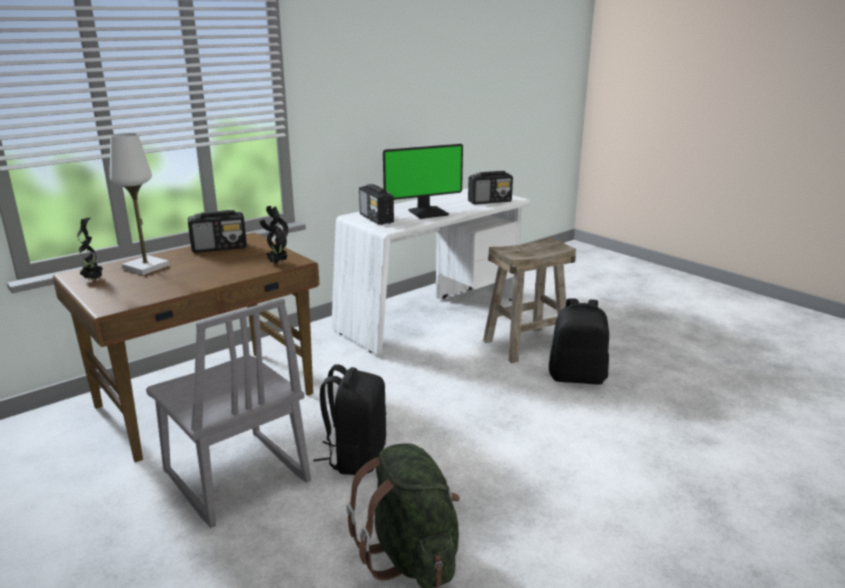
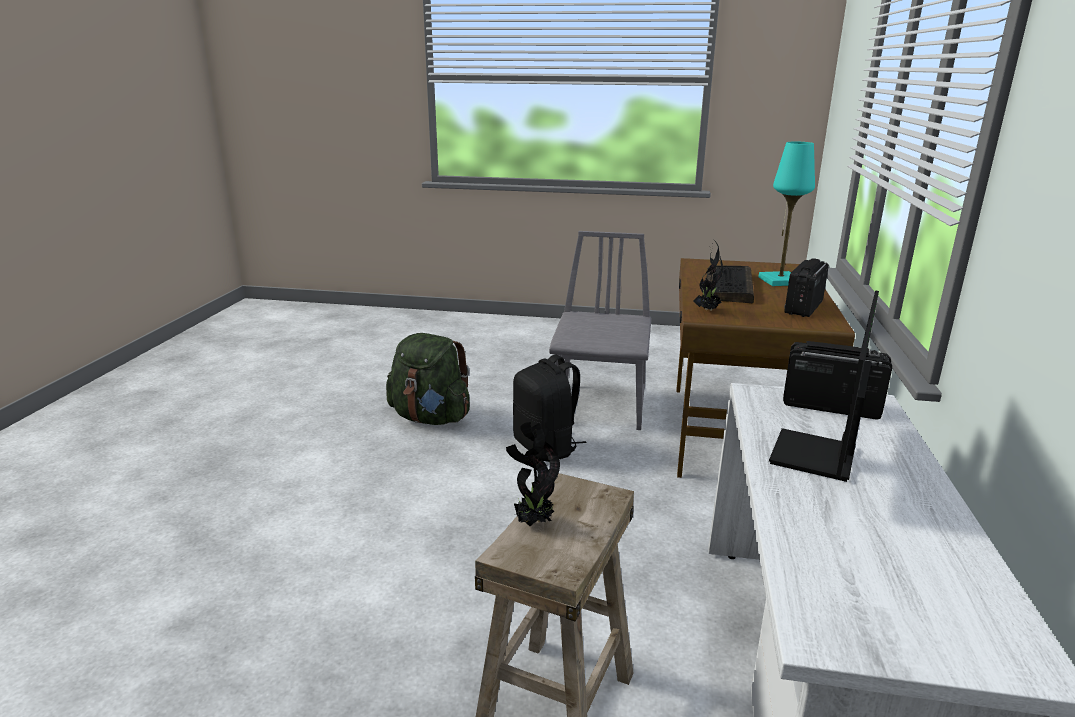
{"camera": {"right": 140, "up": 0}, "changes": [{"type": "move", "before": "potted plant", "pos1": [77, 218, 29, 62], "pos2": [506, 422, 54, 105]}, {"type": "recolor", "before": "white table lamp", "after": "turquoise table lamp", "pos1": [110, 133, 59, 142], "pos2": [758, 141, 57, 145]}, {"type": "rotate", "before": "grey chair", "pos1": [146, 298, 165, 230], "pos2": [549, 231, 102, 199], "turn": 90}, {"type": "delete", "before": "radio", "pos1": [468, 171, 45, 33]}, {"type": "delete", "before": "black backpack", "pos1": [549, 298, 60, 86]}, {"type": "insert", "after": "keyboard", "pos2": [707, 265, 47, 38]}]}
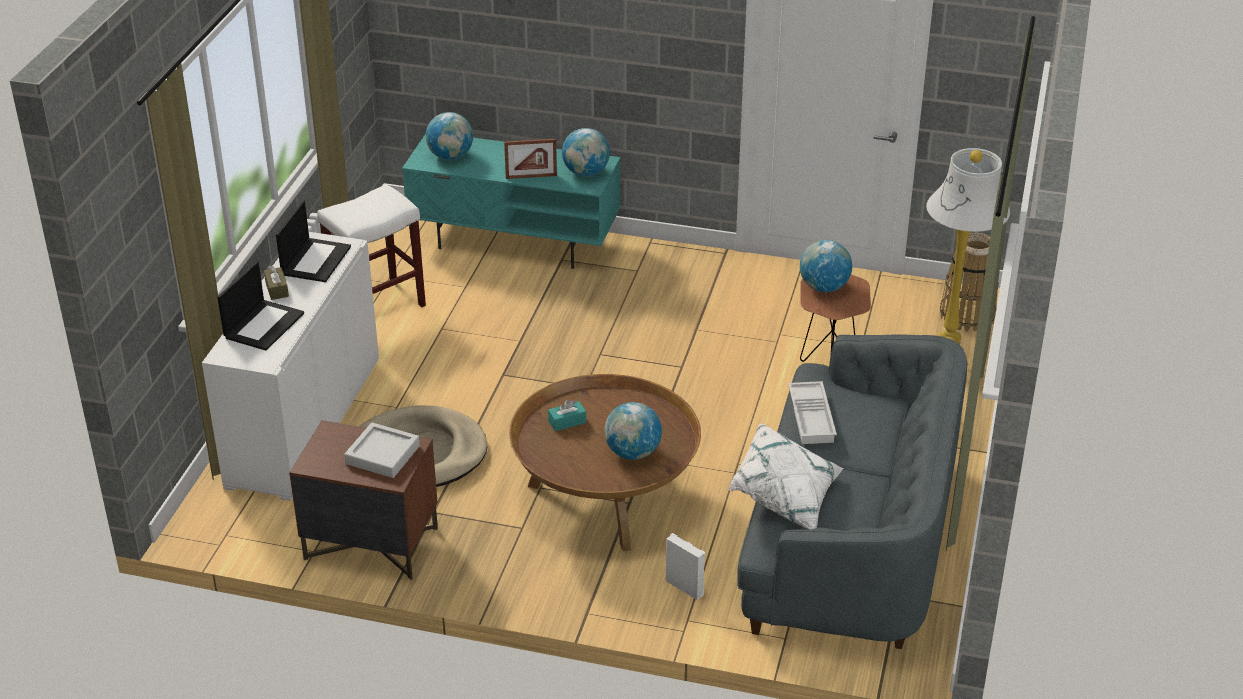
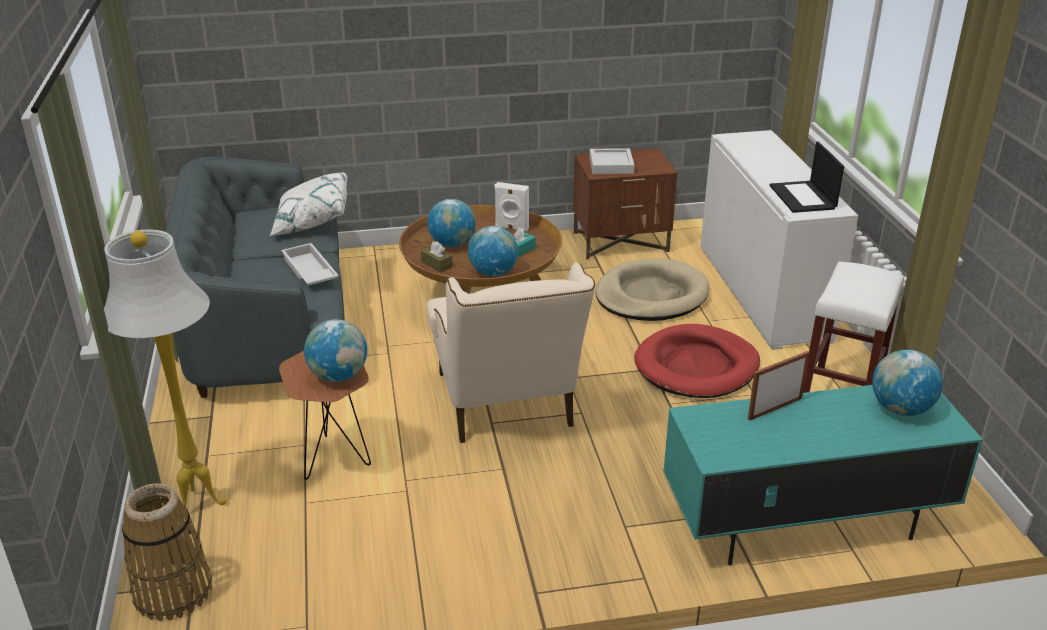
{"camera": {"right": 155, "up": -5}, "changes": [{"type": "delete", "before": "laptop", "pos1": [217, 261, 87, 90]}, {"type": "move", "before": "brown tissue box", "pos1": [264, 266, 25, 34], "pos2": [421, 241, 32, 32]}, {"type": "move", "before": "globe", "pos1": [562, 128, 48, 48], "pos2": [468, 226, 50, 51]}, {"type": "move", "before": "white speaker", "pos1": [666, 533, 39, 67], "pos2": [495, 182, 34, 49]}, {"type": "insert", "after": "beige armchair", "pos2": [427, 263, 168, 180]}, {"type": "insert", "after": "red dog bed", "pos2": [634, 324, 126, 74]}]}
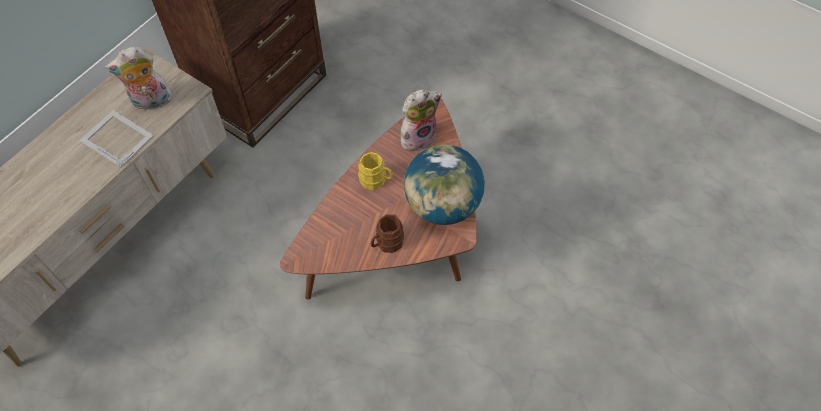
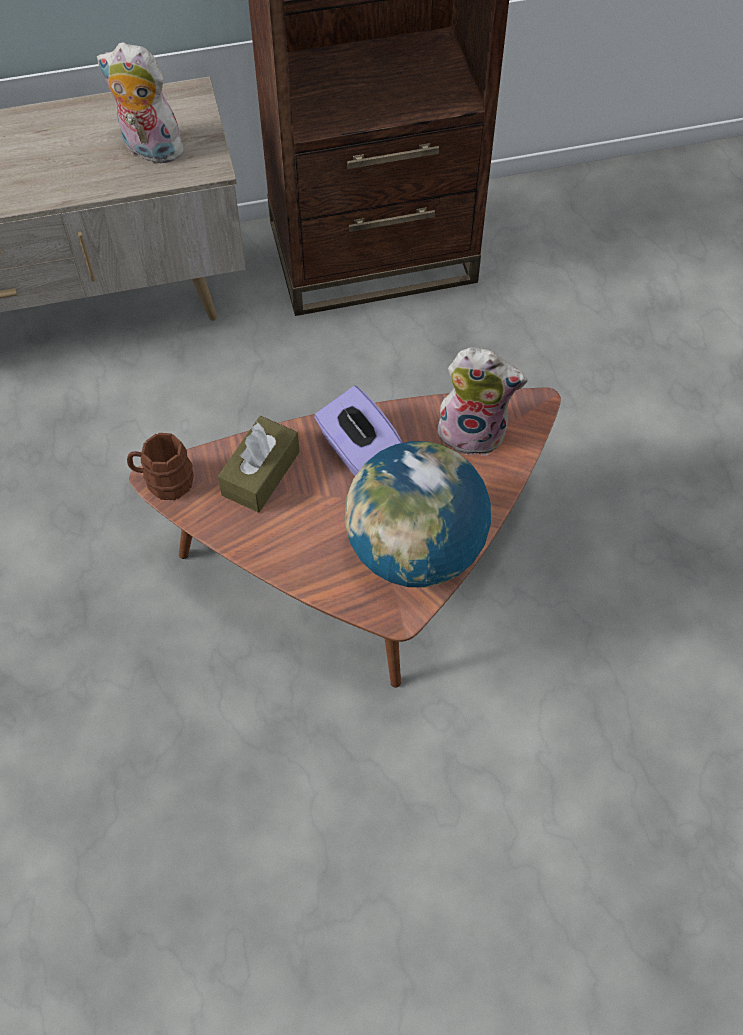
{"camera": {"right": 40, "up": 0}, "changes": [{"type": "delete", "before": "picture frame", "pos1": [80, 110, 74, 58]}, {"type": "replace", "before": "yellow mug", "after": "purple tissue box", "pos1": [358, 152, 35, 38], "pos2": [314, 386, 89, 90]}, {"type": "move", "before": "brown mug", "pos1": [371, 214, 33, 39], "pos2": [127, 433, 67, 67]}, {"type": "insert", "after": "brown tissue box", "pos2": [218, 416, 82, 97]}]}
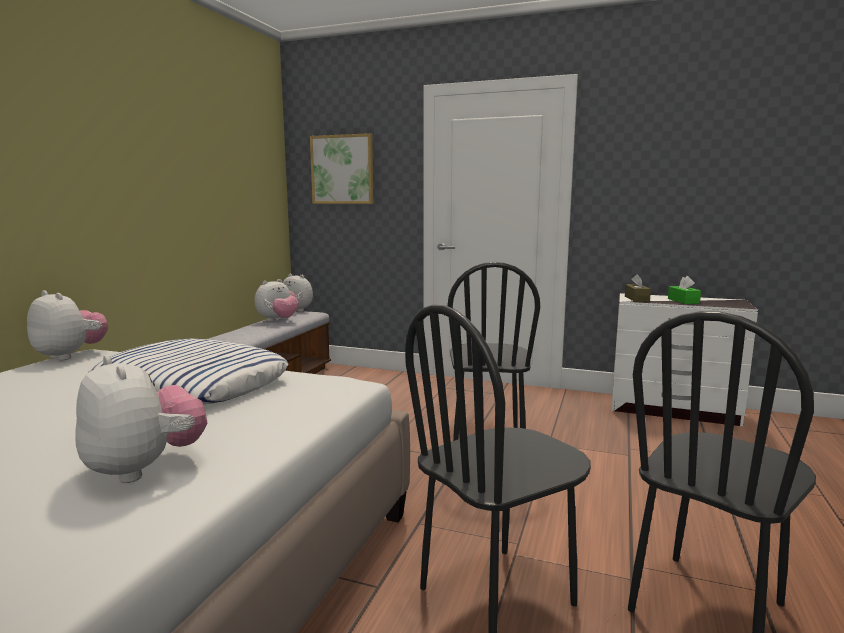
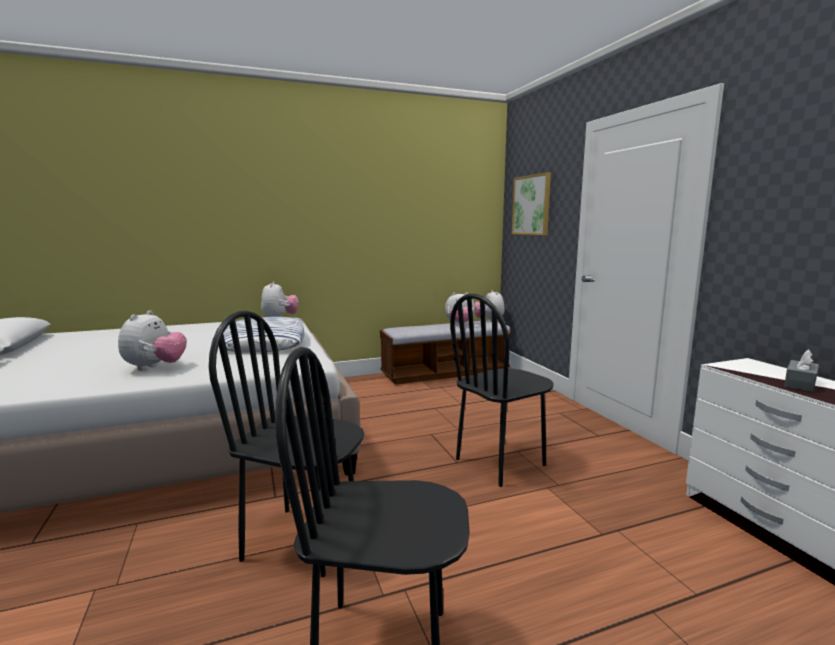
{"camera": {"right": 50, "up": 0}, "changes": [{"type": "delete", "before": "brown tissue box", "pos1": [625, 274, 26, 28]}, {"type": "recolor", "before": "green tissue box", "after": "grey tissue box", "pos1": [668, 276, 33, 28], "pos2": [784, 349, 35, 43]}]}
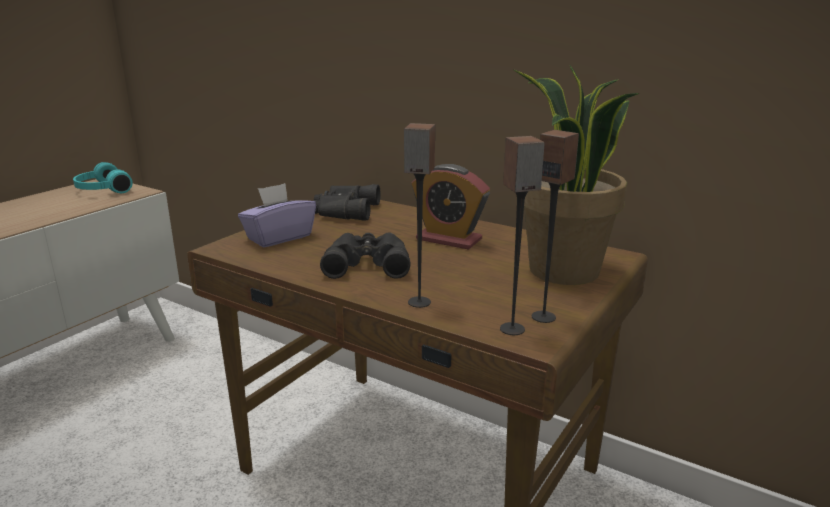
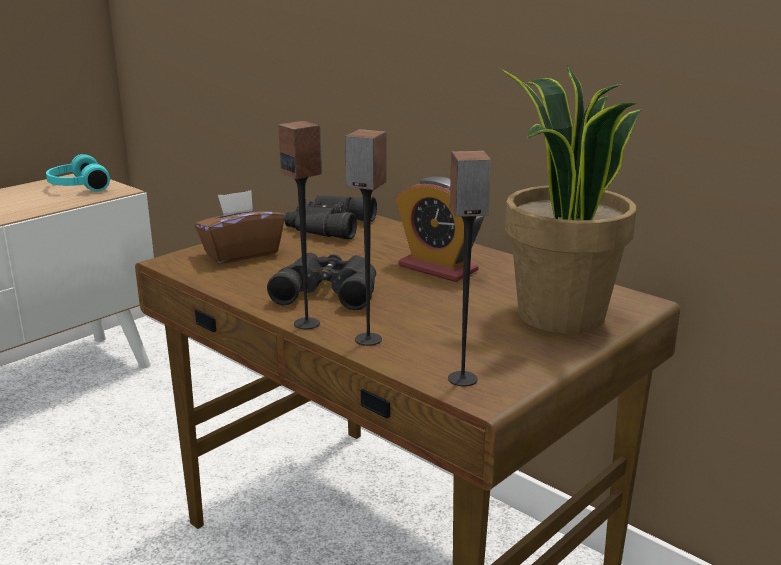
{"camera": {"right": 10, "up": 0}, "changes": [{"type": "recolor", "before": "purple tissue box", "after": "brown tissue box", "pos1": [238, 183, 78, 64], "pos2": [195, 190, 90, 74]}, {"type": "move", "before": "speaker", "pos1": [532, 130, 47, 193], "pos2": [278, 121, 44, 208]}]}
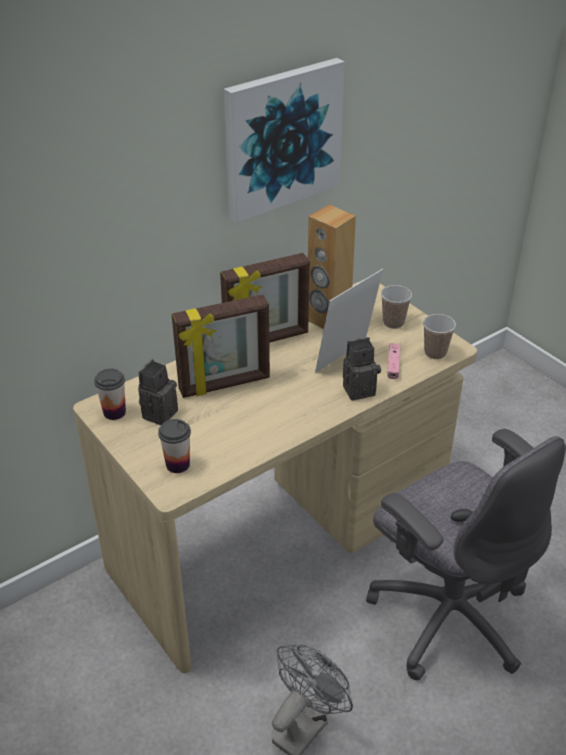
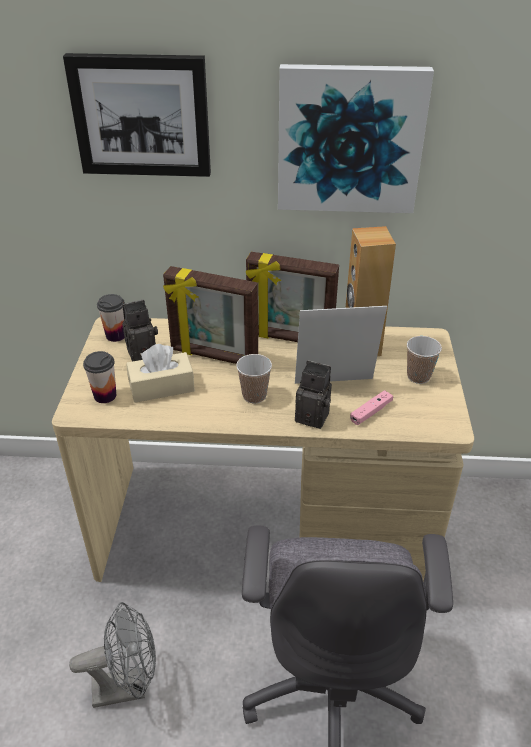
{"camera": {"right": 40, "up": 0}, "changes": [{"type": "move", "before": "cup", "pos1": [423, 314, 33, 45], "pos2": [236, 354, 36, 49]}, {"type": "insert", "after": "picture", "pos2": [63, 53, 148, 124]}, {"type": "insert", "after": "beige tissue box", "pos2": [126, 344, 69, 59]}]}
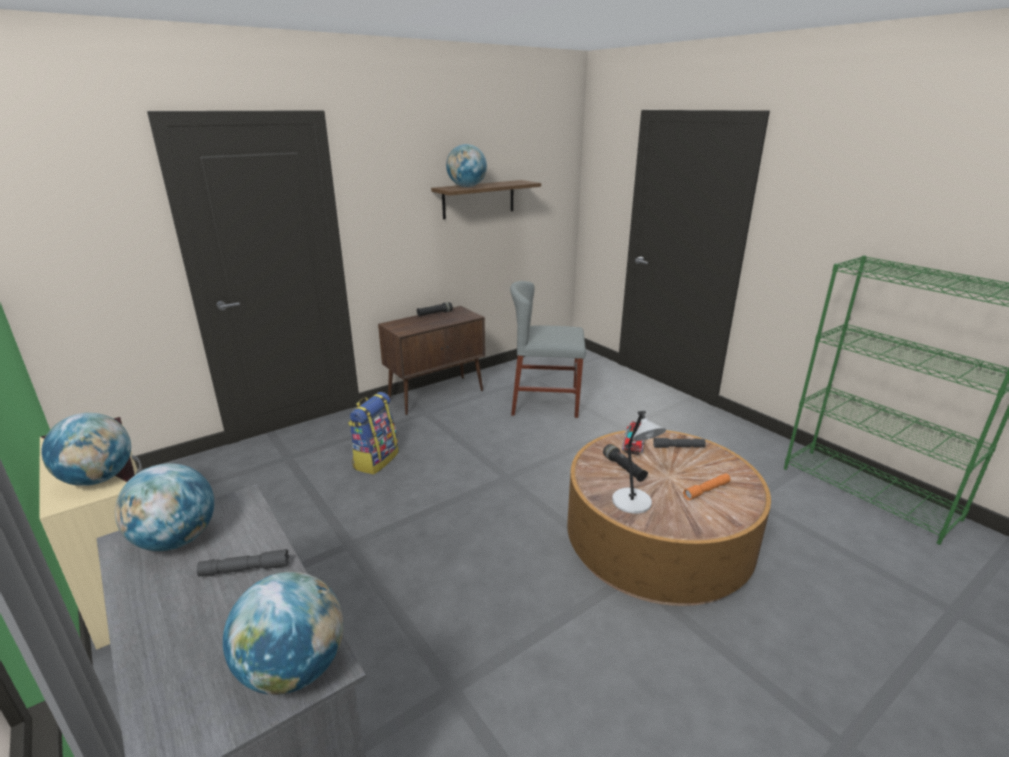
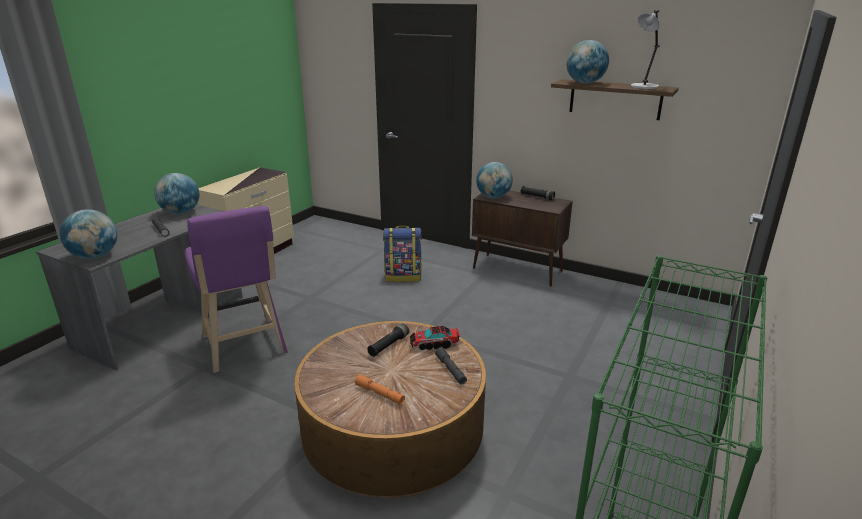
{"camera": {"right": 65, "up": 0}, "changes": [{"type": "move", "before": "globe", "pos1": [42, 413, 89, 73], "pos2": [476, 162, 37, 36]}, {"type": "delete", "before": "grey chair", "pos1": [510, 281, 76, 137]}, {"type": "move", "before": "grey table lamp", "pos1": [612, 411, 54, 103], "pos2": [631, 10, 29, 79]}, {"type": "insert", "after": "purple stool", "pos2": [185, 206, 103, 167]}]}
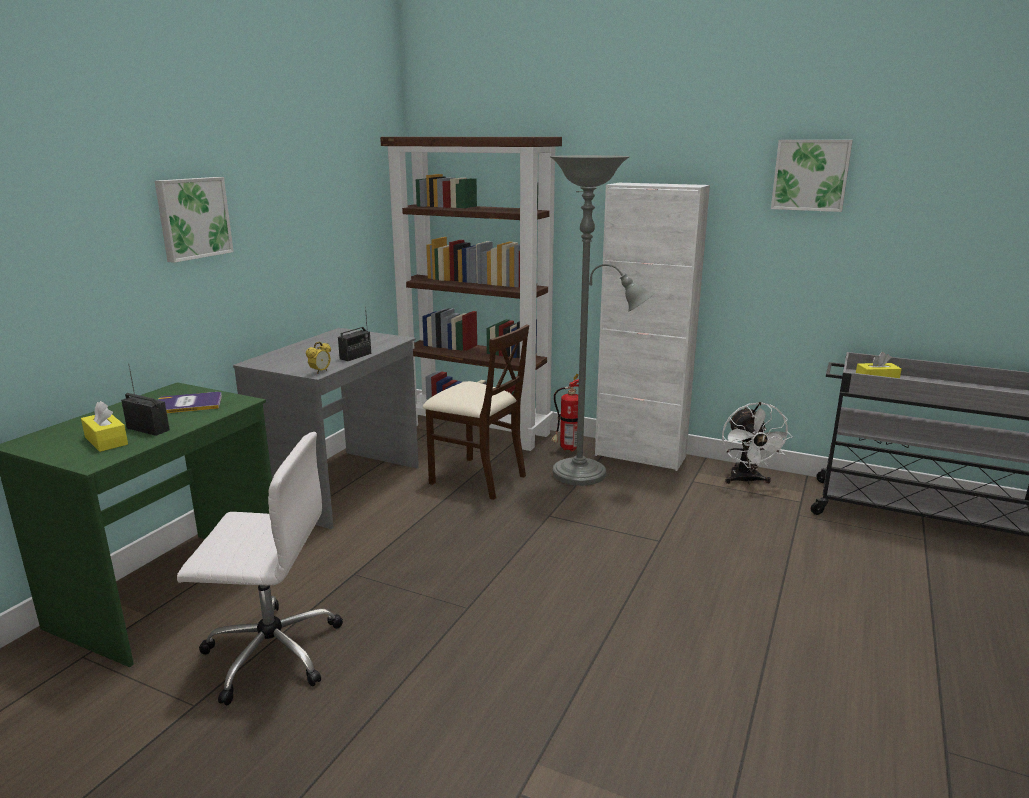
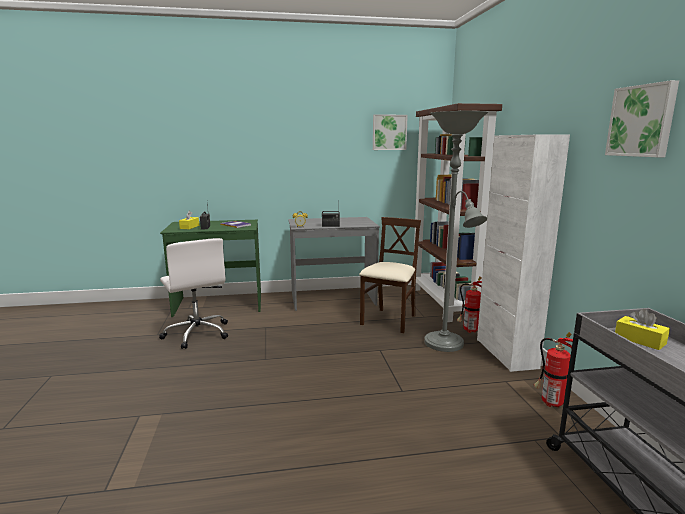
{"camera": {"right": 55, "up": -5}, "changes": [{"type": "move", "before": "picture", "pos1": [155, 177, 79, 86], "pos2": [373, 114, 35, 36]}, {"type": "rotate", "before": "beige chair", "pos1": [423, 324, 106, 176], "pos2": [359, 217, 62, 117], "turn": -150}, {"type": "replace", "before": "white fan", "after": "fire extinguisher", "pos1": [722, 402, 71, 83], "pos2": [534, 332, 39, 75]}]}
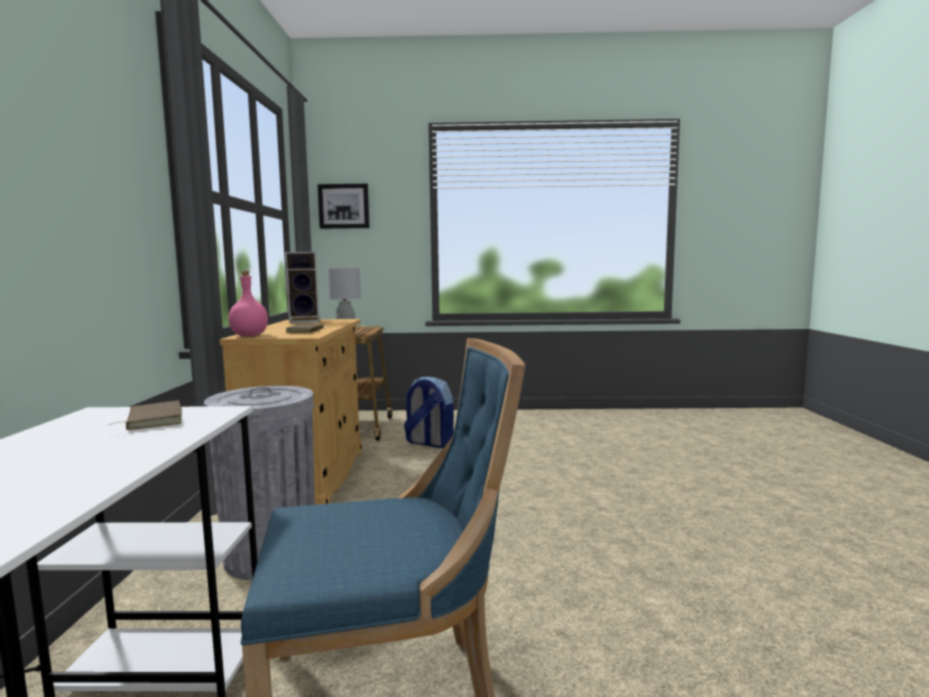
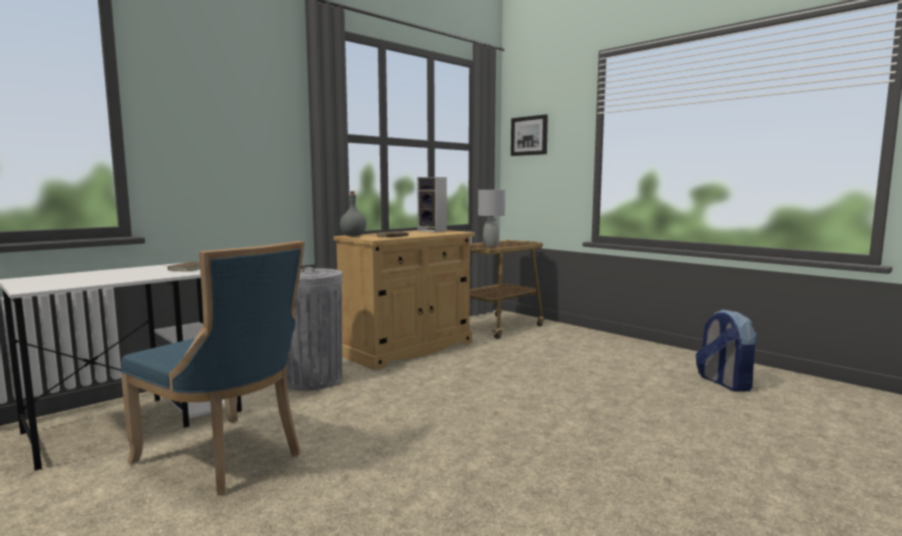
{"camera": {"right": 45, "up": 0}, "changes": [{"type": "recolor", "before": "pink bottle", "after": "grey bottle", "pos1": [229, 271, 39, 65], "pos2": [340, 191, 26, 45]}, {"type": "move", "before": "backpack", "pos1": [404, 377, 50, 71], "pos2": [695, 309, 62, 83]}]}
